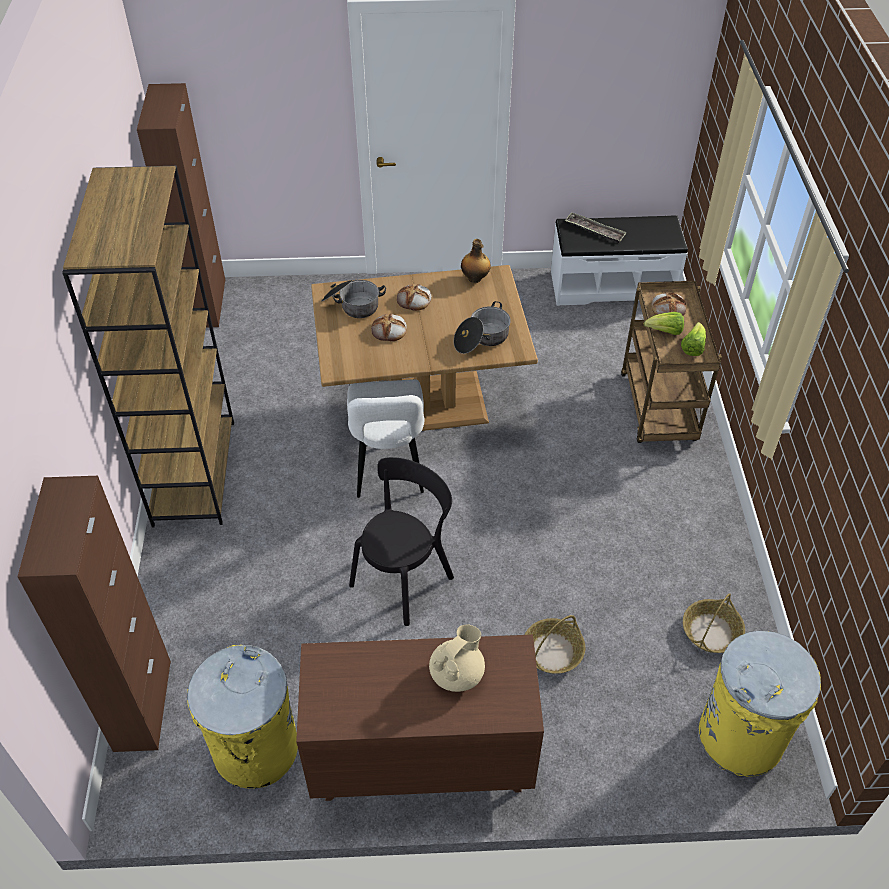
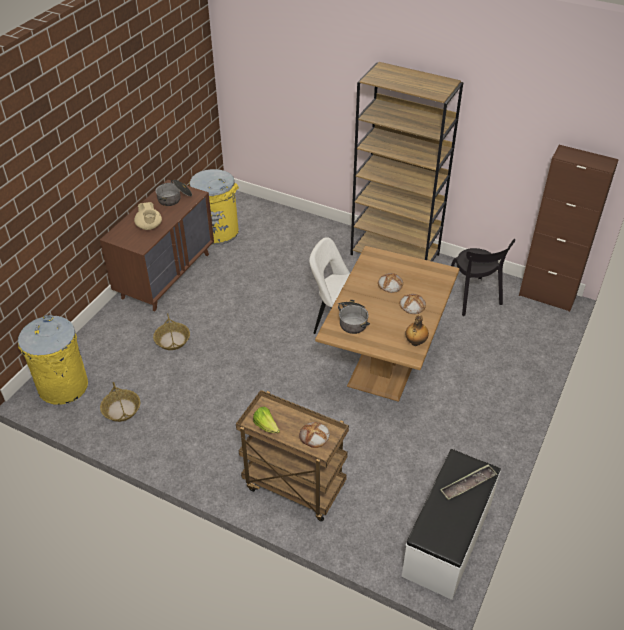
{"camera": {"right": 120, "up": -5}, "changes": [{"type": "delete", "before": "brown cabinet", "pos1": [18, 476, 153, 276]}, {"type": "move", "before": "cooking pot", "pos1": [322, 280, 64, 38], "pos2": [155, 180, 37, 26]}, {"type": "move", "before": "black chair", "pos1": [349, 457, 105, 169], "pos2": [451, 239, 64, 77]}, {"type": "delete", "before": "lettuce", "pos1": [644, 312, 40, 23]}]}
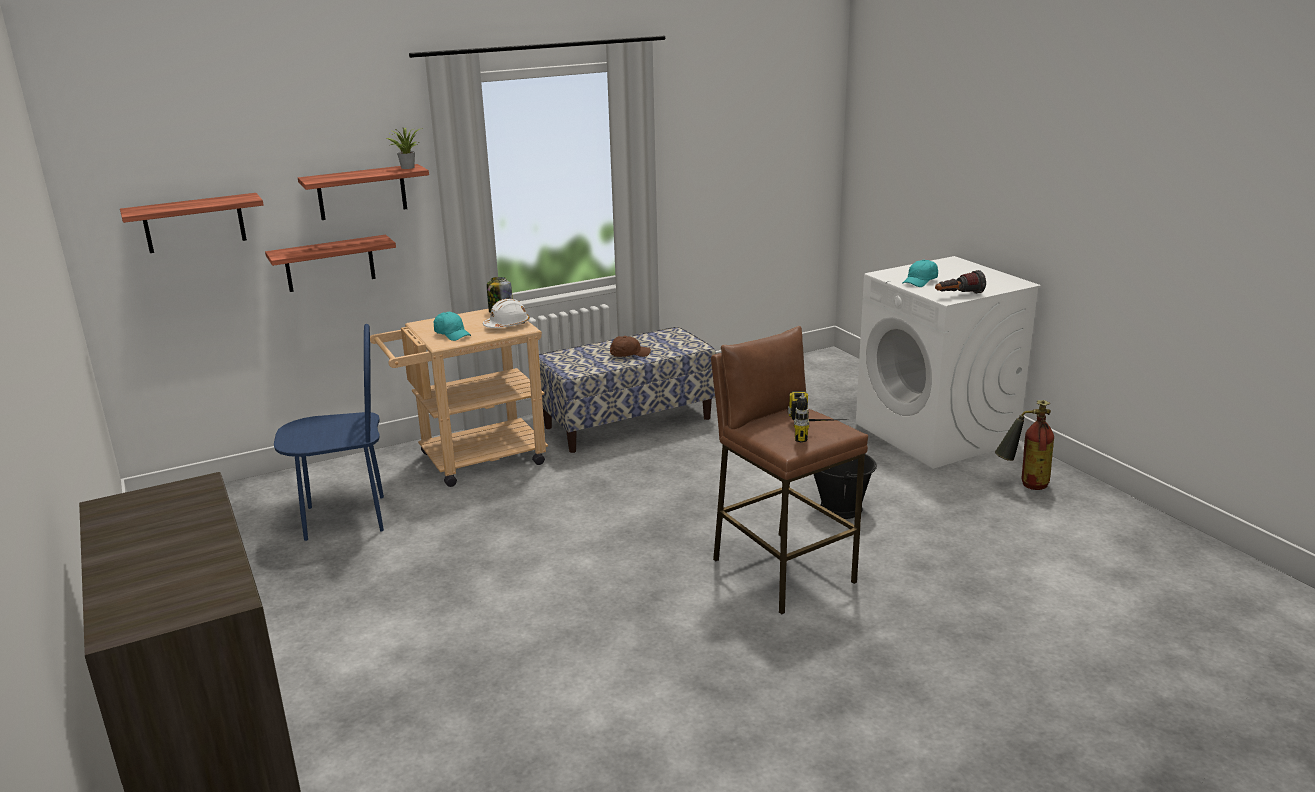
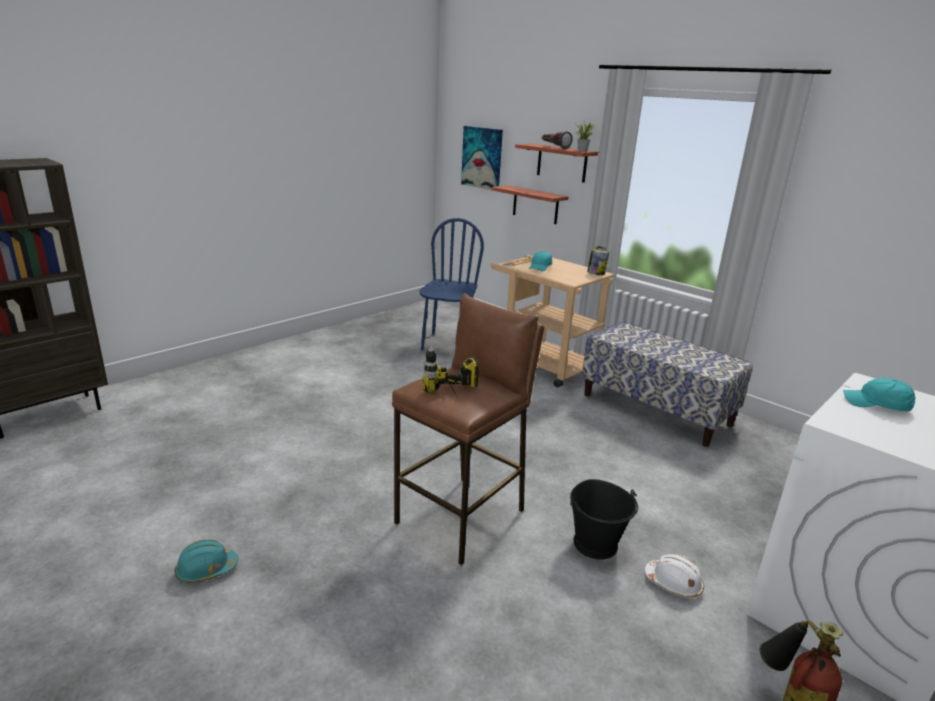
{"camera": {"right": 70, "up": 0}, "changes": [{"type": "replace", "before": "shelf", "after": "picture", "pos1": [120, 193, 144, 60], "pos2": [461, 126, 42, 64]}, {"type": "rotate", "before": "blue chair", "pos1": [274, 324, 110, 217], "pos2": [420, 218, 64, 132], "turn": -135}, {"type": "move", "before": "white hard hat", "pos1": [483, 299, 47, 29], "pos2": [645, 553, 59, 45]}, {"type": "delete", "before": "brown cap", "pos1": [610, 336, 41, 21]}, {"type": "move", "before": "flashlight", "pos1": [935, 270, 51, 24], "pos2": [542, 131, 31, 18]}, {"type": "insert", "after": "turquoise hard hat", "pos2": [174, 539, 65, 44]}]}
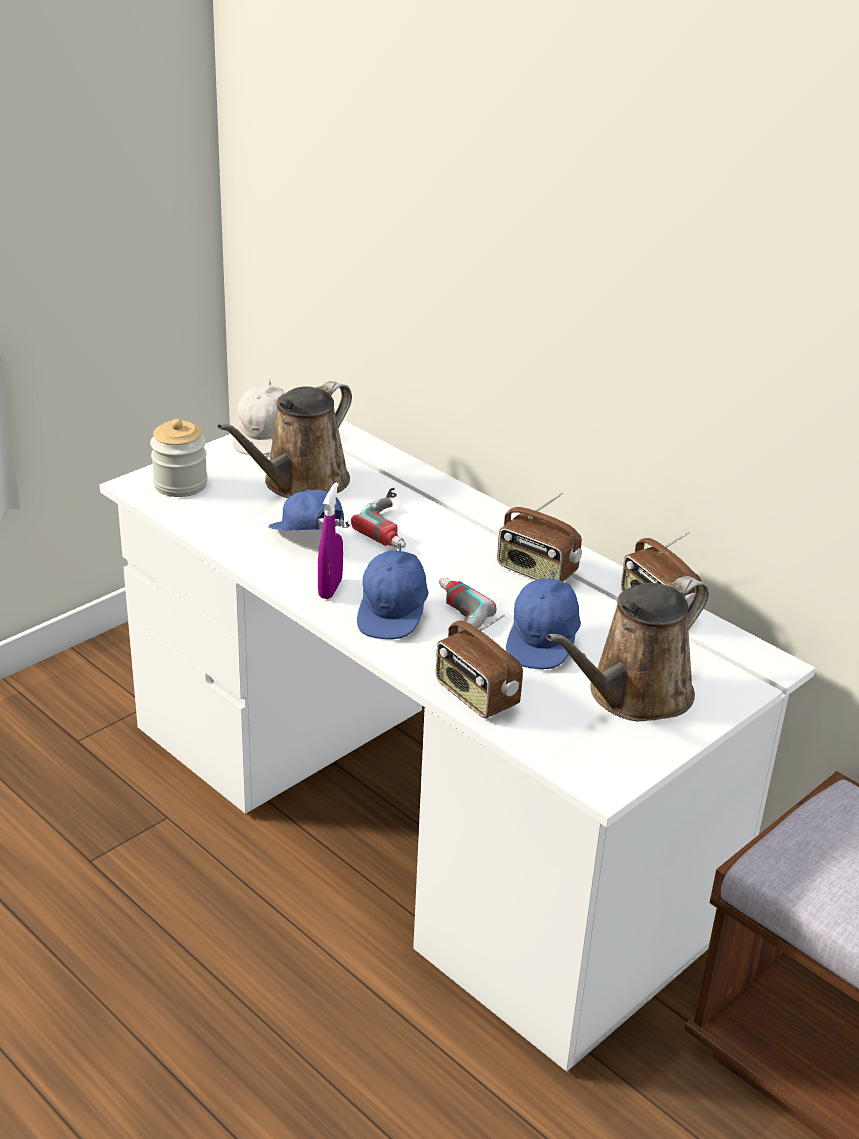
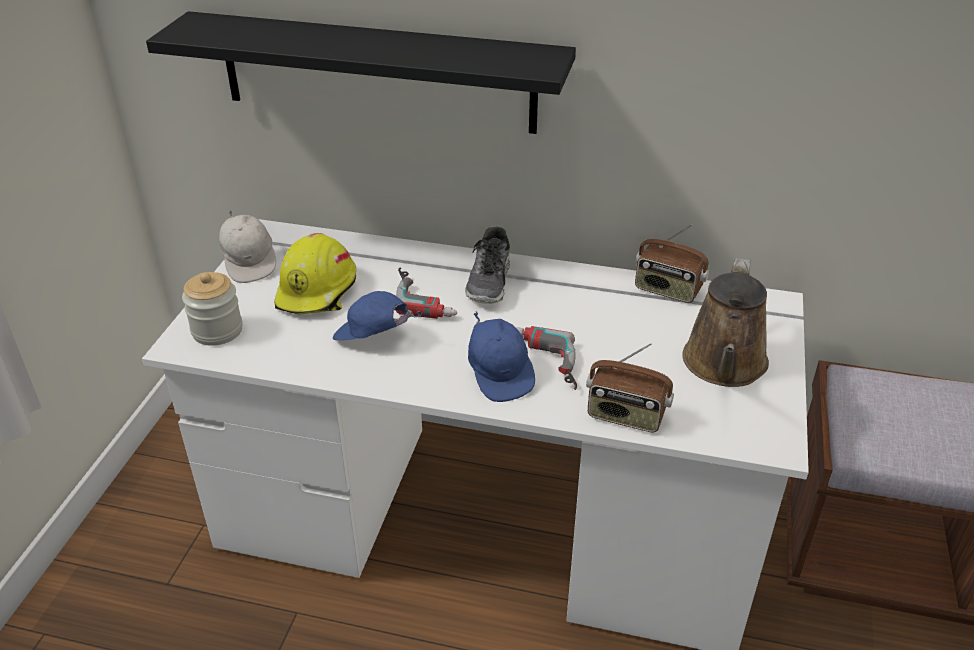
{"camera": {"right": -30, "up": 5}, "changes": [{"type": "replace", "before": "brown watering can", "after": "yellow hard hat", "pos1": [217, 381, 135, 117], "pos2": [275, 233, 81, 82]}, {"type": "delete", "before": "purple spray bottle", "pos1": [318, 482, 25, 117]}, {"type": "delete", "before": "radio", "pos1": [497, 492, 85, 90]}, {"type": "delete", "before": "blue cap", "pos1": [506, 568, 75, 101]}, {"type": "insert", "after": "black shelf", "pos2": [146, 11, 430, 123]}, {"type": "insert", "after": "shoe", "pos2": [465, 227, 45, 77]}]}
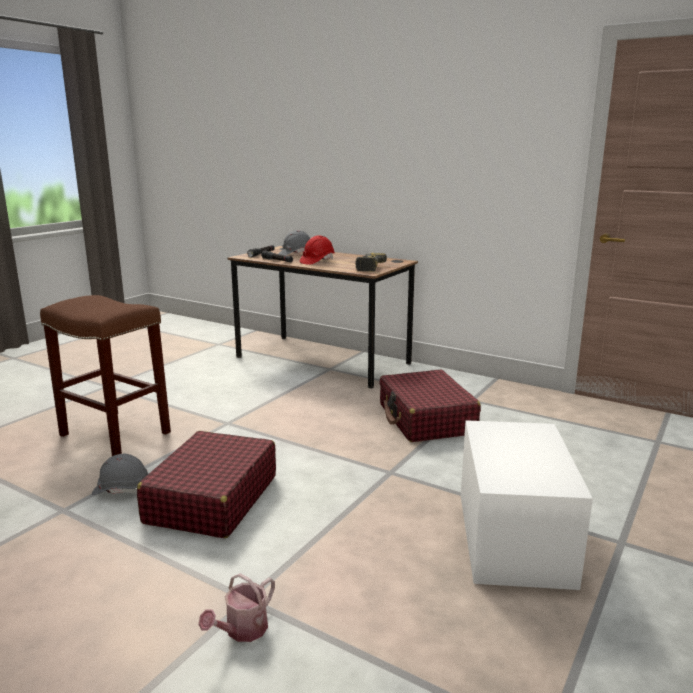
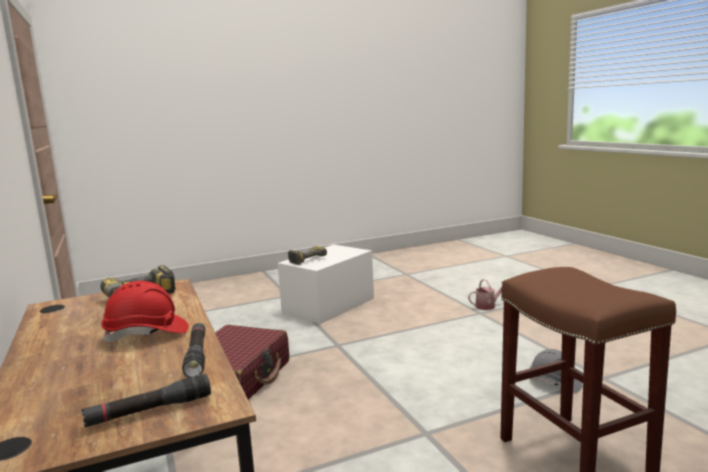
{"camera": {"right": -145, "up": -5}, "changes": [{"type": "delete", "before": "red suitcase", "pos1": [137, 431, 139, 107]}, {"type": "delete", "before": "grey hard hat", "pos1": [279, 230, 31, 26]}, {"type": "insert", "after": "power drill", "pos2": [288, 246, 39, 19]}]}
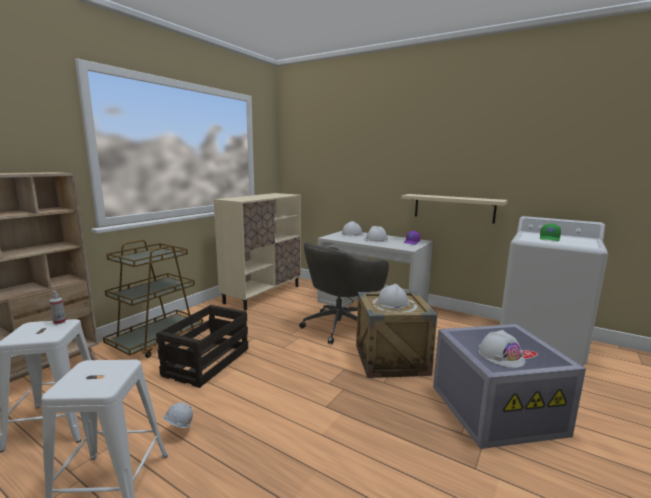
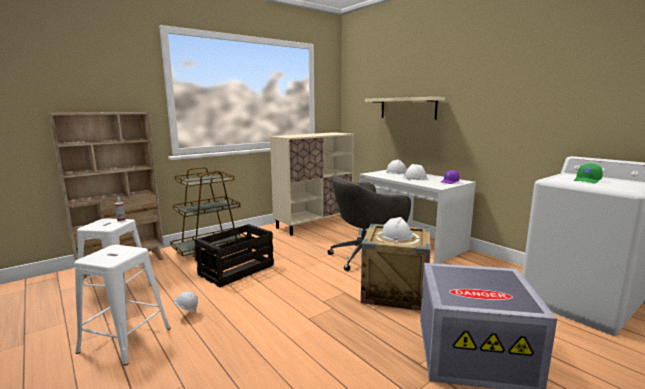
{"camera": {"right": 20, "up": 0}, "changes": [{"type": "move", "before": "beige shelf", "pos1": [401, 194, 107, 30], "pos2": [365, 97, 80, 23]}, {"type": "delete", "before": "white hard hat", "pos1": [478, 330, 47, 38]}]}
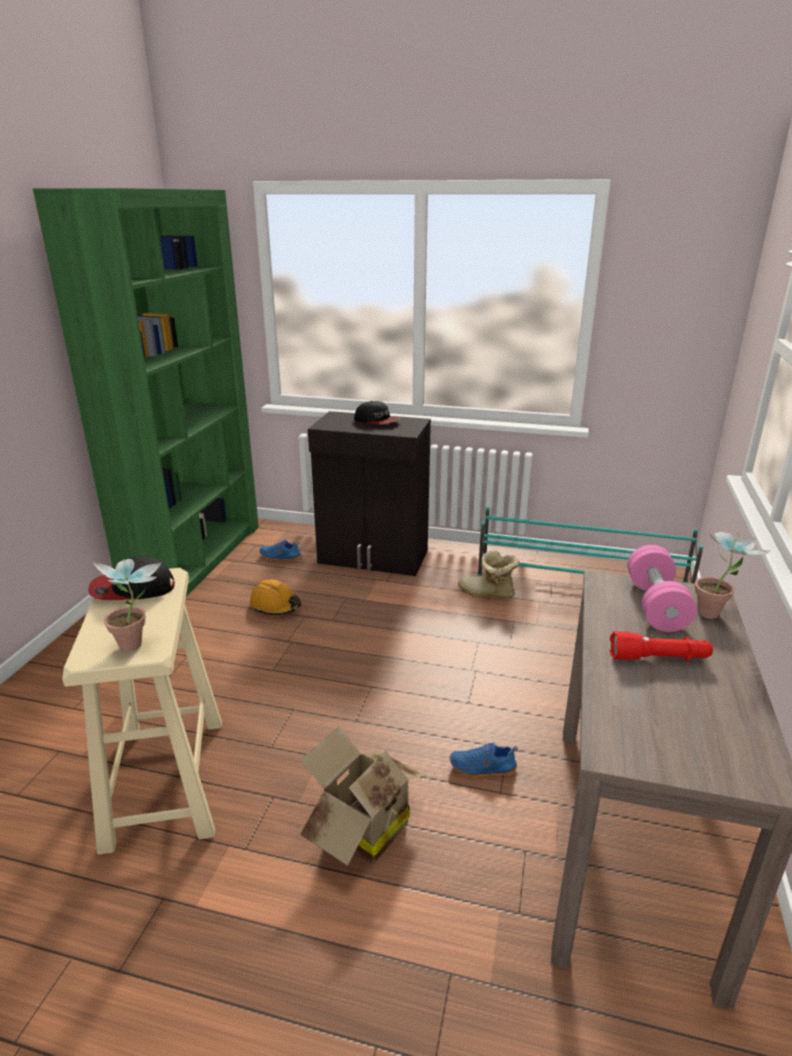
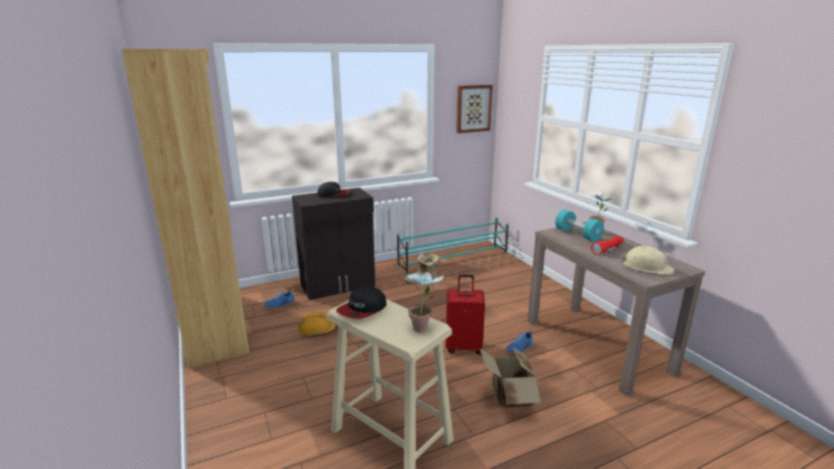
{"camera": {"right": -40, "up": -5}, "changes": [{"type": "recolor", "before": "green bookcase", "after": "brown bookcase", "pos1": [33, 188, 226, 408], "pos2": [122, 49, 127, 319]}, {"type": "recolor", "before": "pink dumbbell", "after": "turquoise dumbbell", "pos1": [627, 545, 70, 87], "pos2": [555, 210, 49, 32]}, {"type": "insert", "after": "red suitcase", "pos2": [446, 274, 39, 81]}, {"type": "insert", "after": "picture", "pos2": [456, 85, 37, 48]}, {"type": "insert", "after": "beige hard hat", "pos2": [621, 246, 53, 29]}]}
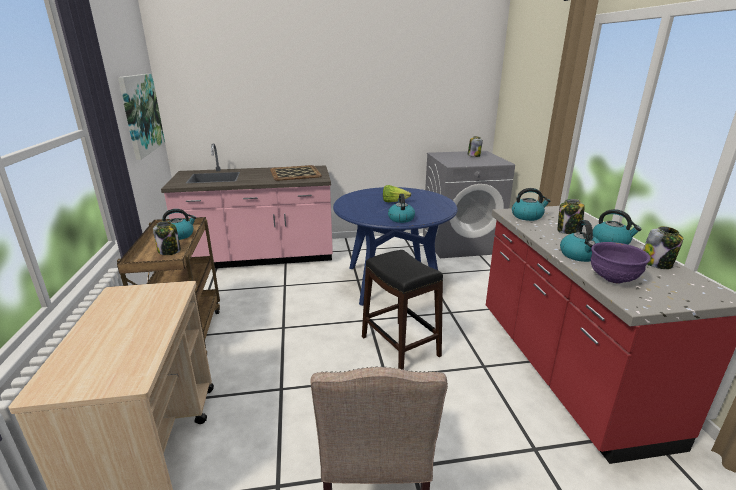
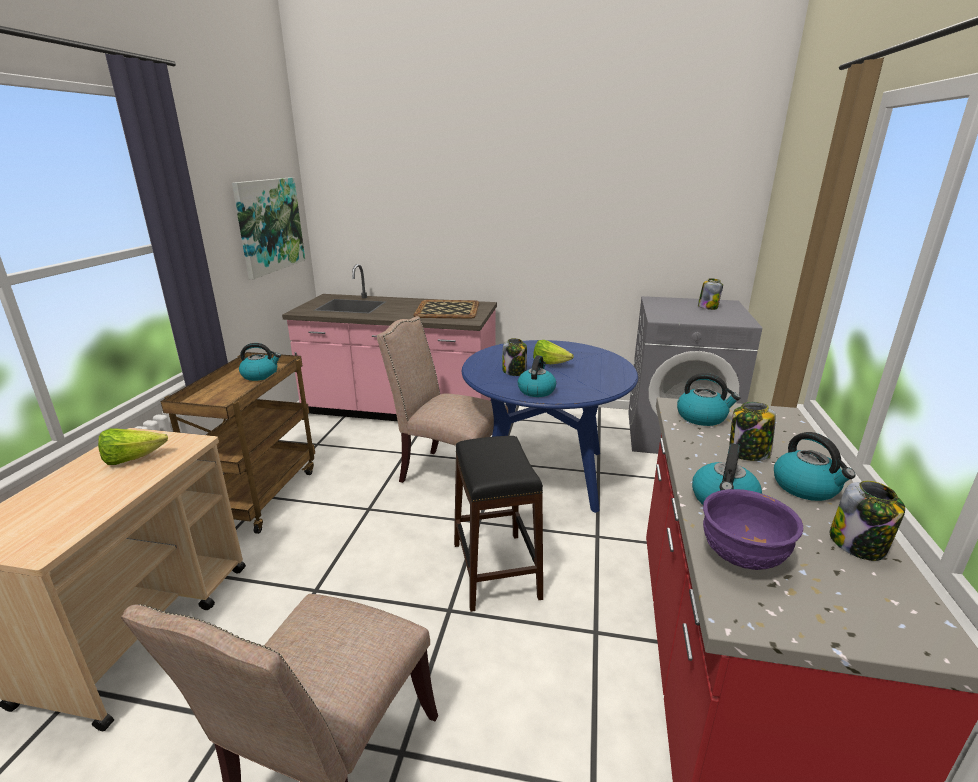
{"camera": {"right": 20, "up": 0}, "changes": [{"type": "move", "before": "jar", "pos1": [153, 221, 28, 34], "pos2": [502, 338, 25, 38]}, {"type": "insert", "after": "lettuce", "pos2": [98, 428, 70, 37]}, {"type": "insert", "after": "beige chair", "pos2": [377, 316, 131, 167]}]}
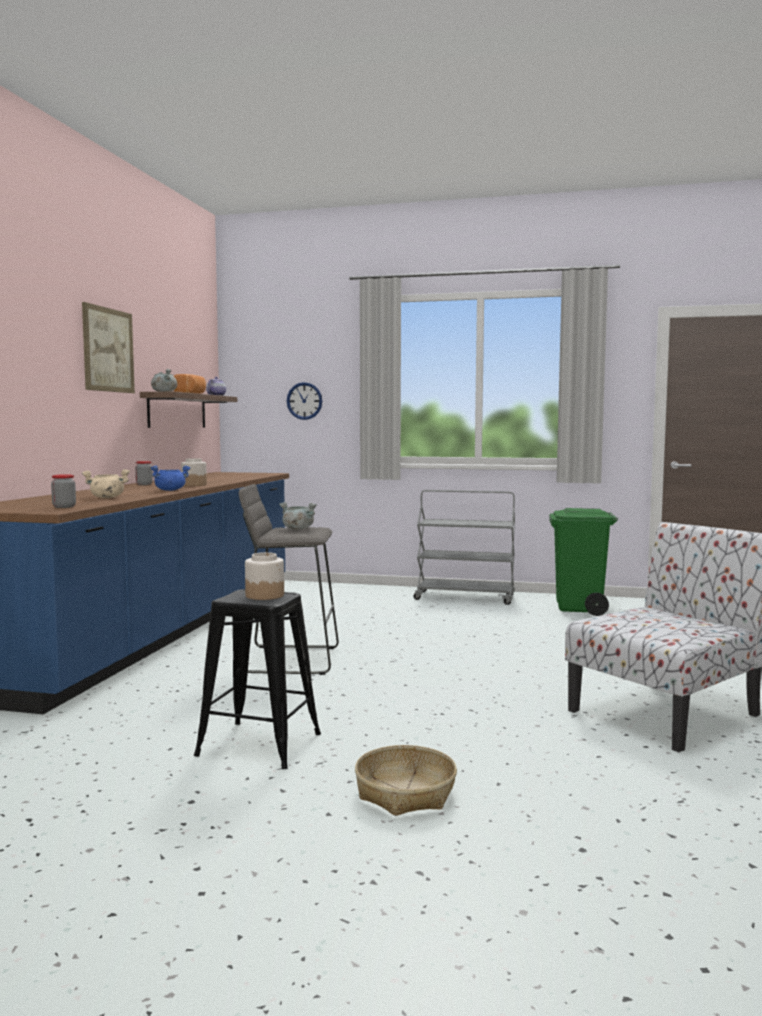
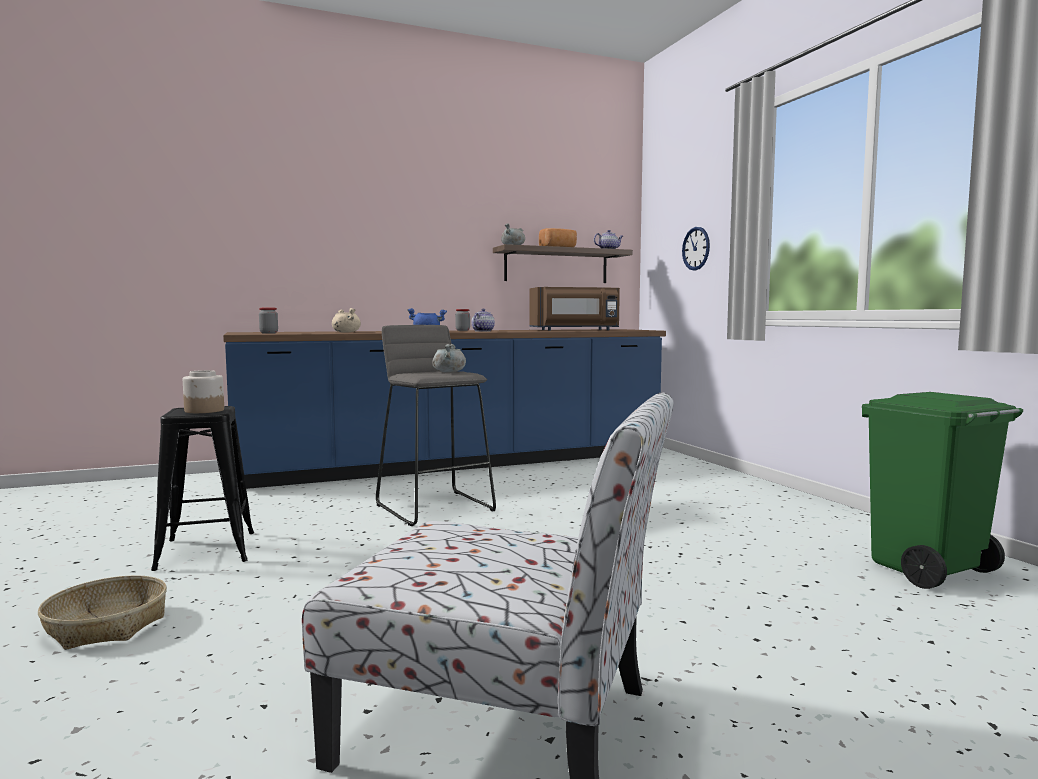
{"camera": {"right": 55, "up": 0}, "changes": [{"type": "delete", "before": "picture", "pos1": [82, 302, 53, 91]}, {"type": "replace", "before": "jar", "after": "teapot", "pos1": [181, 458, 26, 28], "pos2": [471, 309, 24, 23]}, {"type": "delete", "before": "grey cart", "pos1": [413, 490, 102, 115]}, {"type": "insert", "after": "brown microwave", "pos2": [530, 287, 90, 44]}]}
